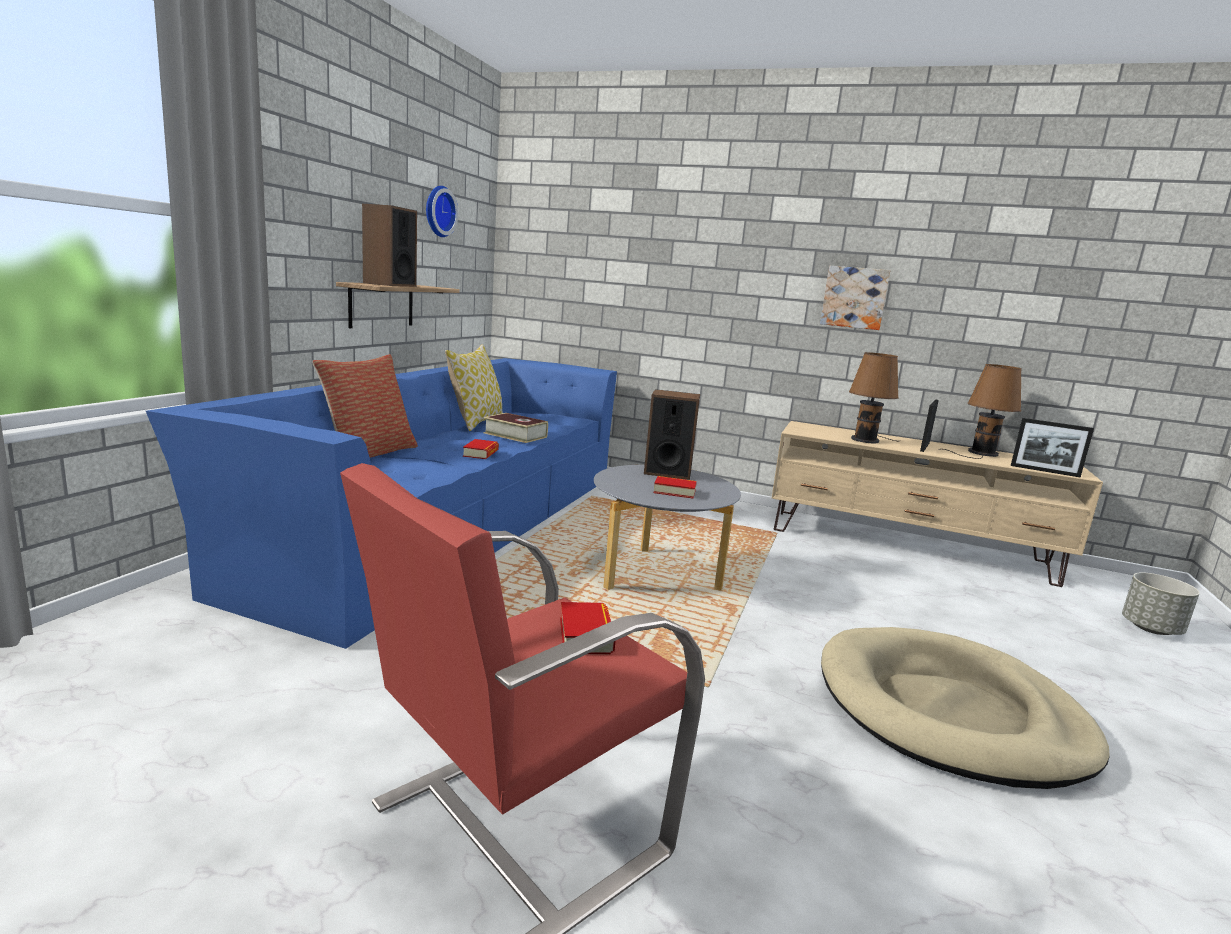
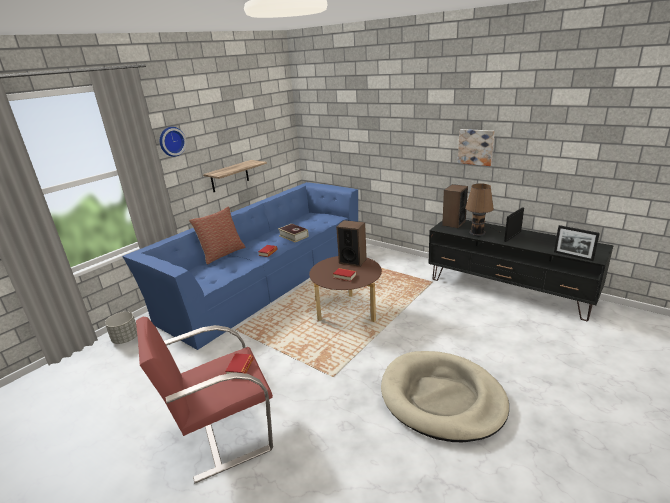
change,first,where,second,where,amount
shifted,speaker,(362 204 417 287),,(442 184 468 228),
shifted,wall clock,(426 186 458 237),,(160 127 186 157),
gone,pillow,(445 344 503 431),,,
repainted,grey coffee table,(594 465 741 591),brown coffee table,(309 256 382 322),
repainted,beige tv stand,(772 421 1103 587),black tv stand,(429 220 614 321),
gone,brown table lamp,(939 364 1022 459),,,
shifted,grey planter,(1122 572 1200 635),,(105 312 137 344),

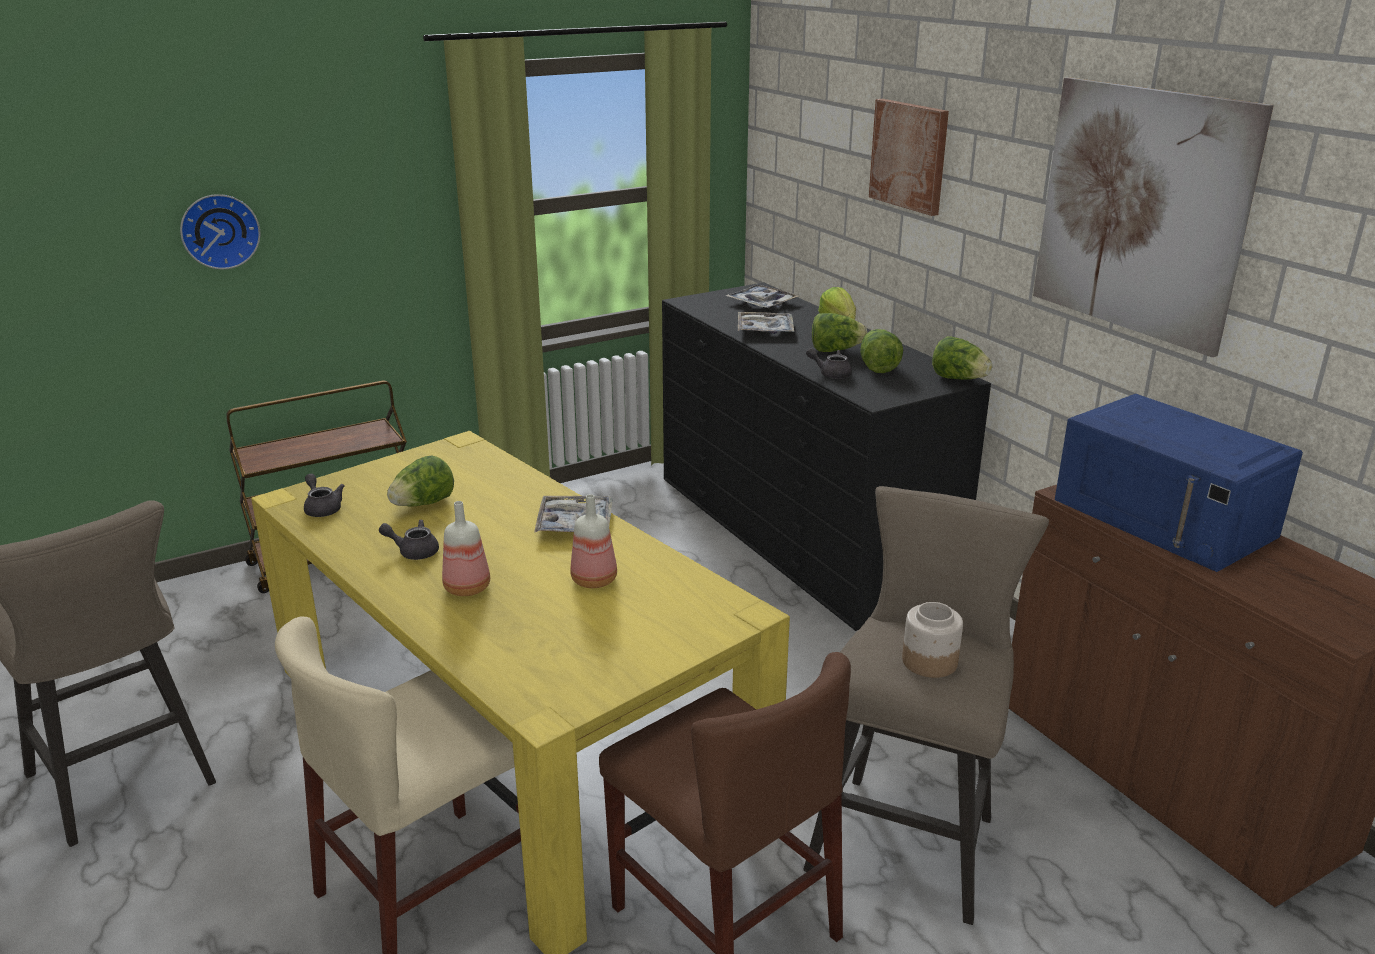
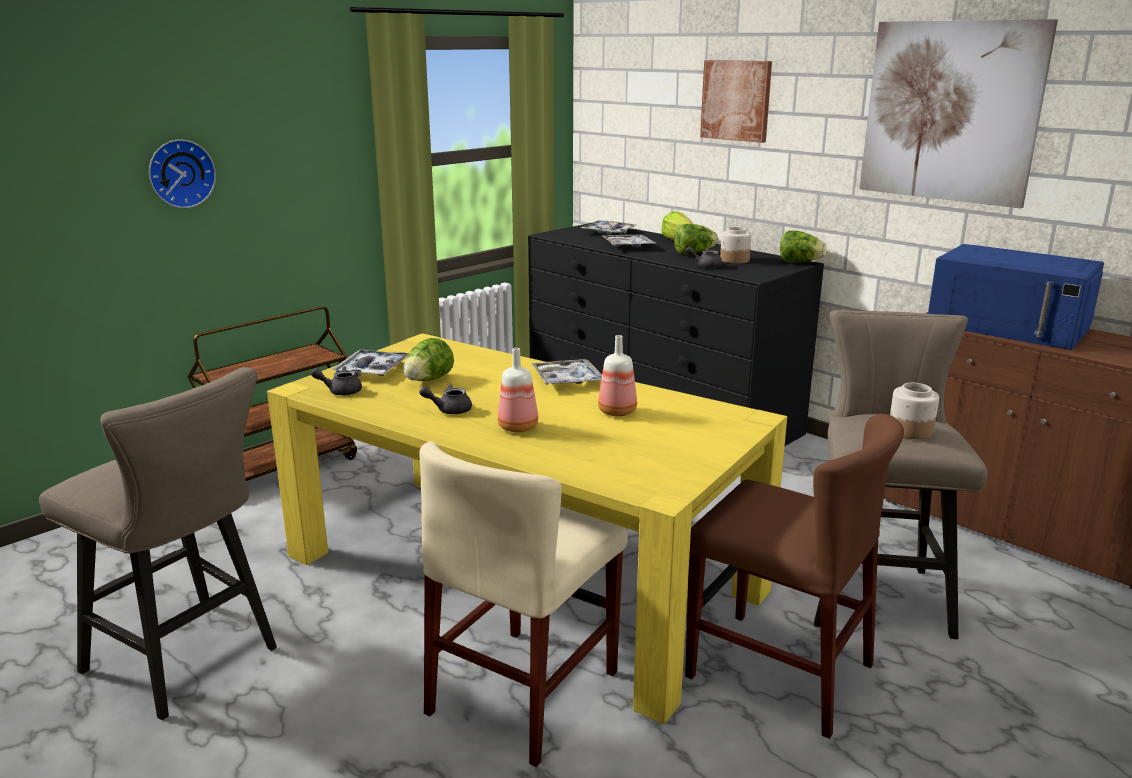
change,first,where,second,where,amount
rotated,grey teapot,(304 474 345 517),,(311 366 362 395),45 degrees counterclockwise
swapped,lettuce,(860 329 903 373),jar,(720 227 751 264),
new,,,tray,(331 349 409 377),

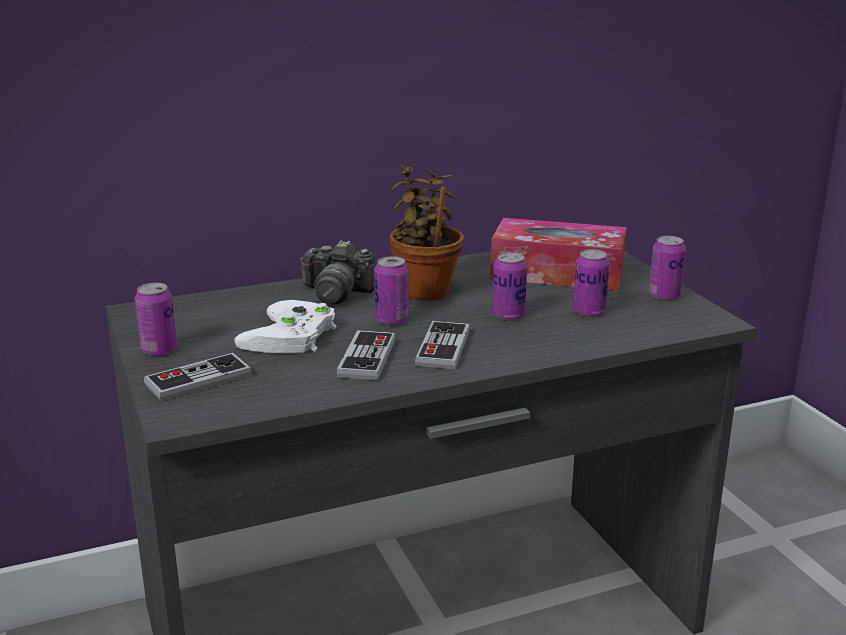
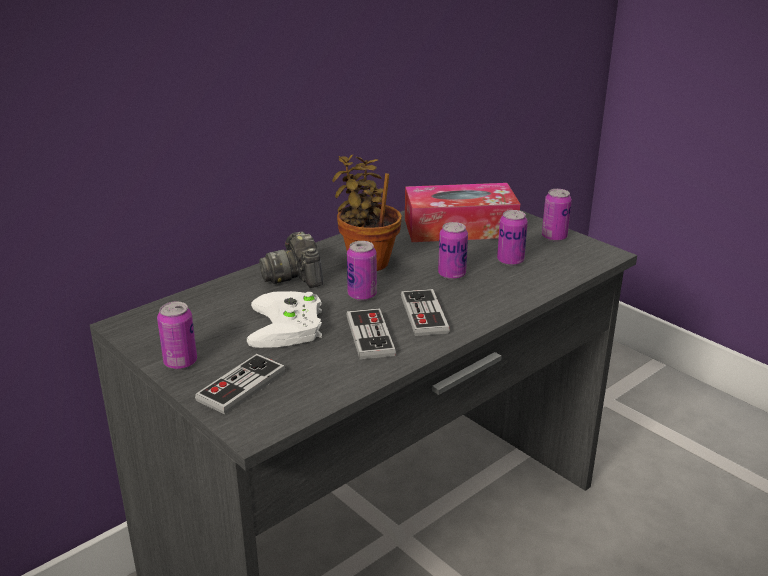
change,first,where,second,where,amount
rotated,photo camera,(300 240 376 304),,(259 231 323 288),75 degrees clockwise

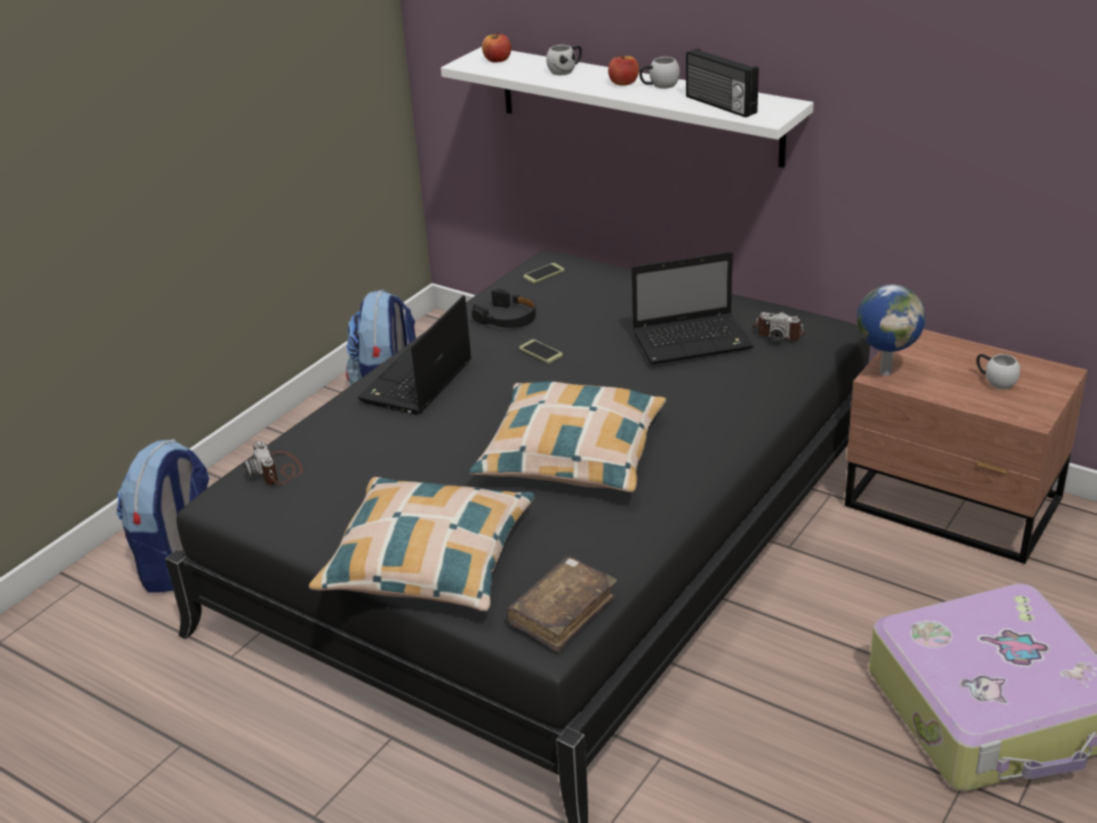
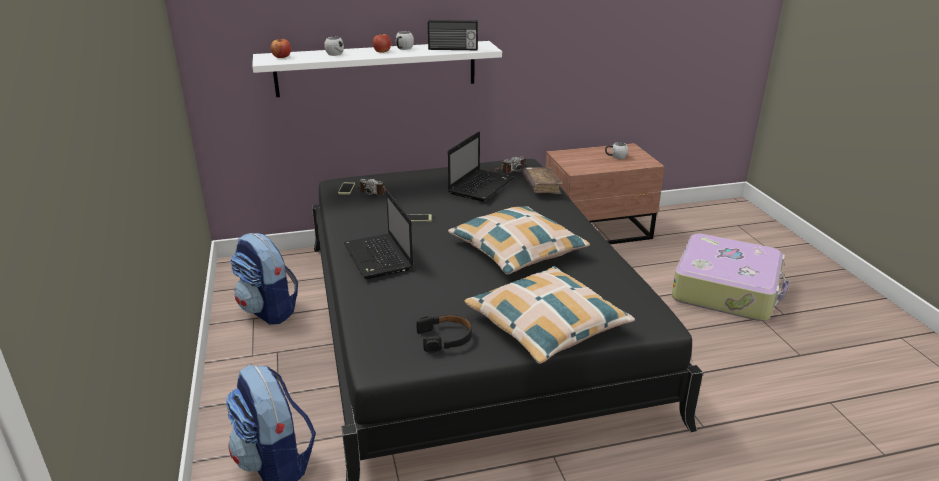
change,first,where,second,where,amount
shifted,photo camera,(244 441 303 485),,(358 179 387 195),
shifted,black headphones,(472 289 536 328),,(416 315 472 353),
shifted,brown book,(507 557 617 652),,(522 167 563 194),
gone,globe,(857 285 926 376),,,

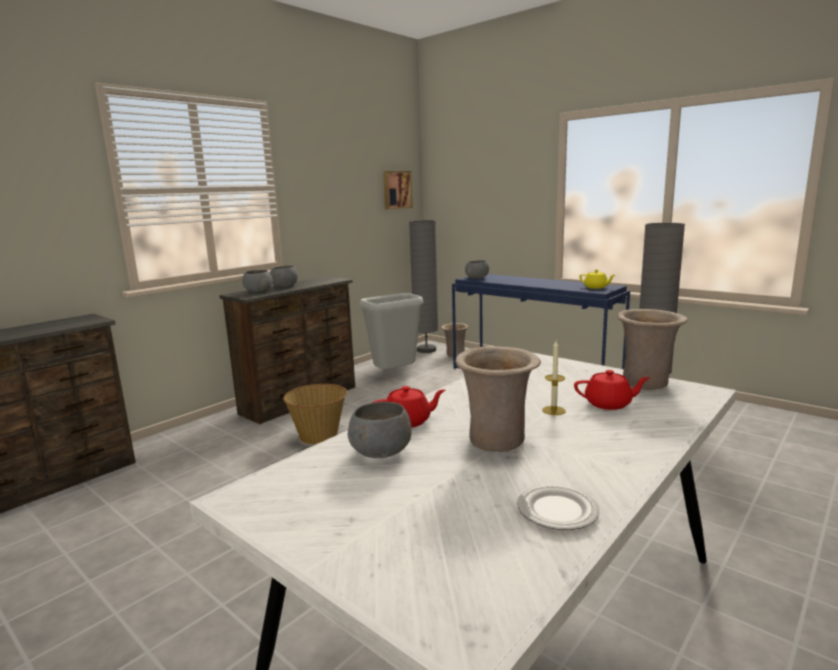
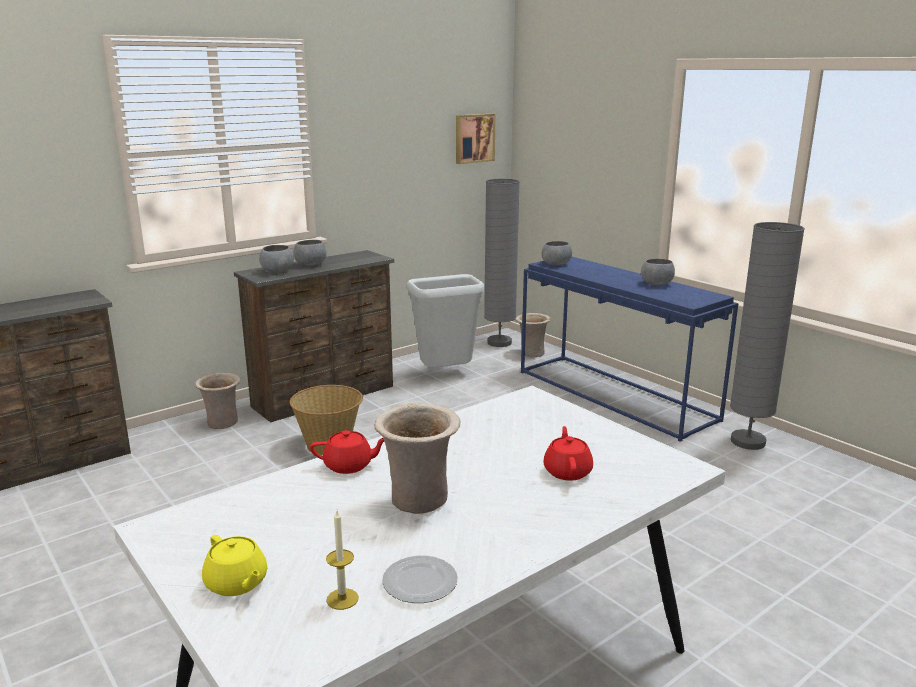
change,first,where,second,where,amount
shifted,grey bowl,(348 402 412 458),,(641 259 675 285),
shifted,candle,(542 341 566 415),,(326 510 359 610),
rotated,red teapot,(574 370 649 410),,(543 426 593 481),105 degrees counterclockwise
shifted,yellow teapot,(579 270 615 289),,(202 535 267 596),
shifted,beige vase,(617 309 688 390),,(195 373 241 429),

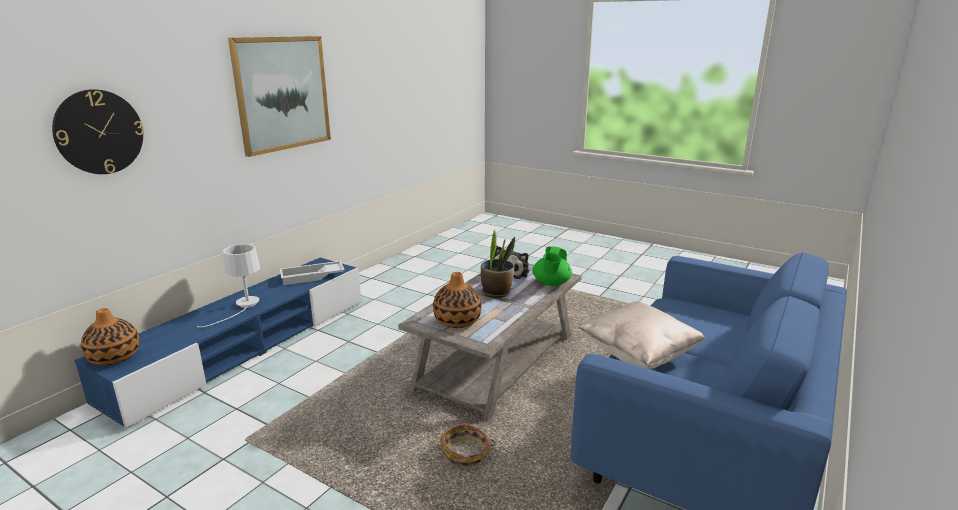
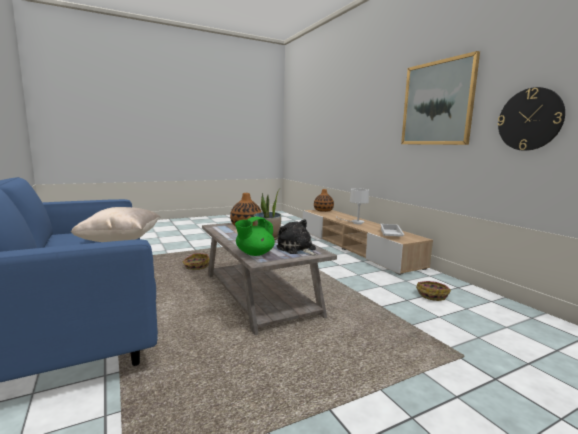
change,first,where,second,where,amount
shifted,wall clock,(52 89 144 174),,(497 87 565 151),
repainted,blue tv stand,(74 258 361 428),beige tv stand,(303 210 433 275),
rotated,green teapot,(532 247 572 286),,(235 217 275 256),90 degrees counterclockwise
new,,,basket,(416 281 451 301),

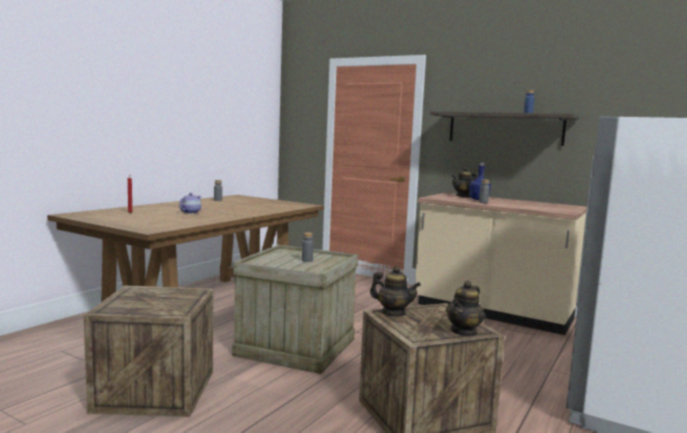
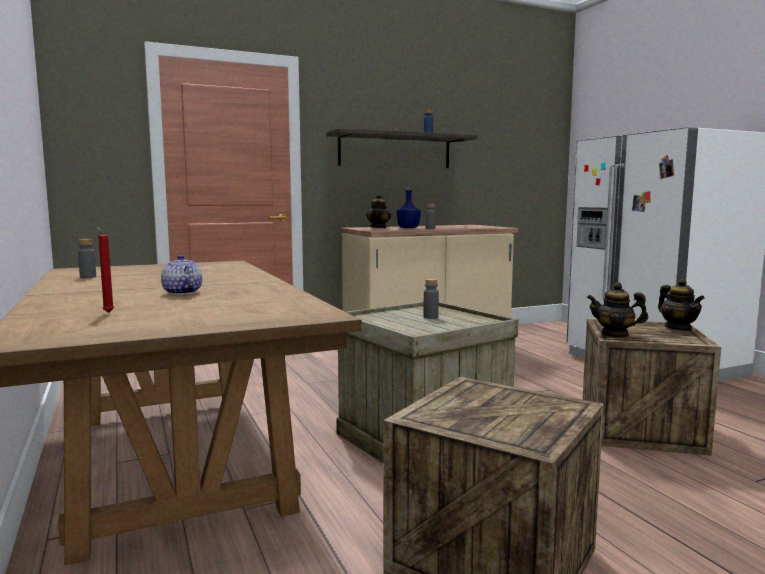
change,first,where,second,where,amount
rotated,teapot,(370 266 421 316),,(587 282 648 338),135 degrees counterclockwise

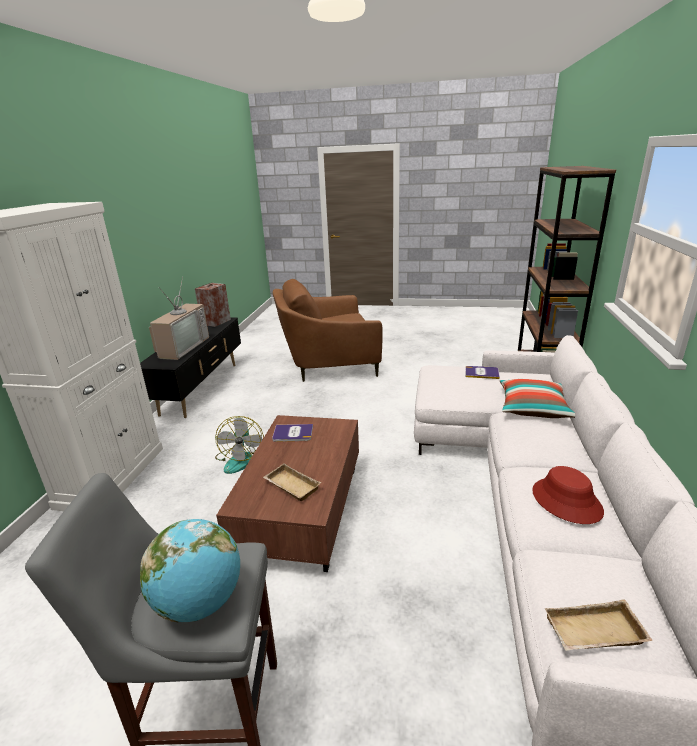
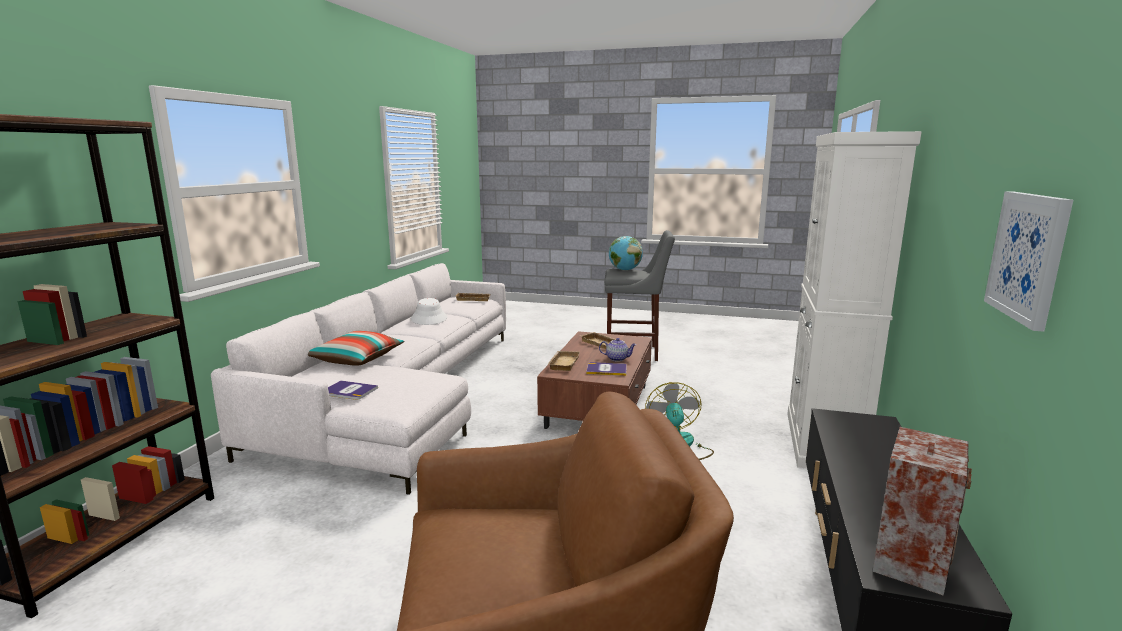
change,first,where,second,where,amount
gone,television,(149 277 209 360),,,
repainted,red hat,(532 466 604 524),white hat,(411 298 447 325),
new,,,beige tray,(548 351 580 371),
new,,,teapot,(599 338 636 362),
new,,,picture,(984 191 1073 331),

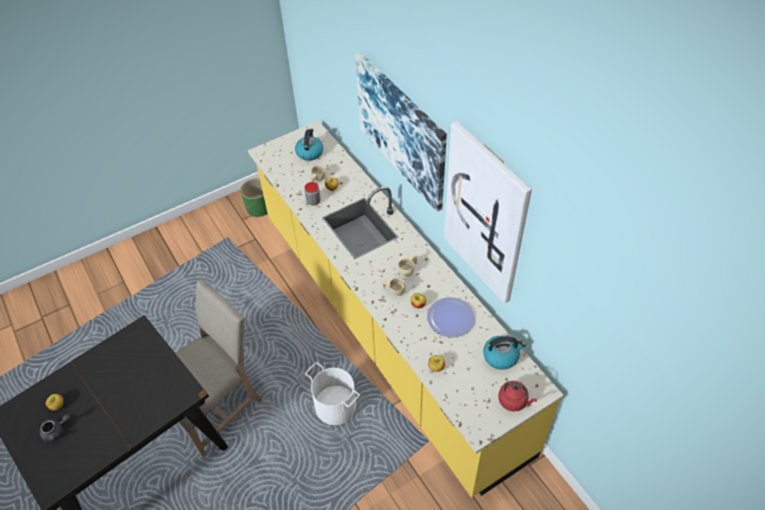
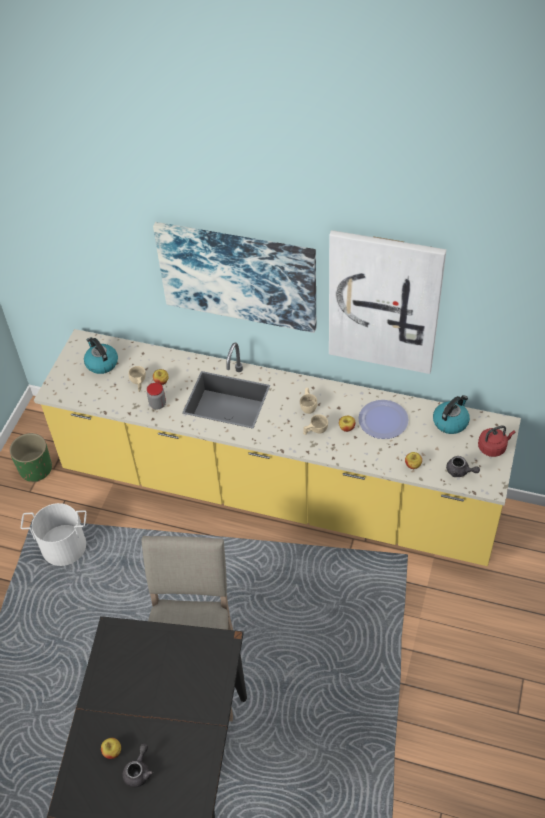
change,first,where,second,where,amount
shifted,white bucket,(305 362 360 425),,(21 503 86 566),
new,,,grey teapot,(446 456 480 477),

